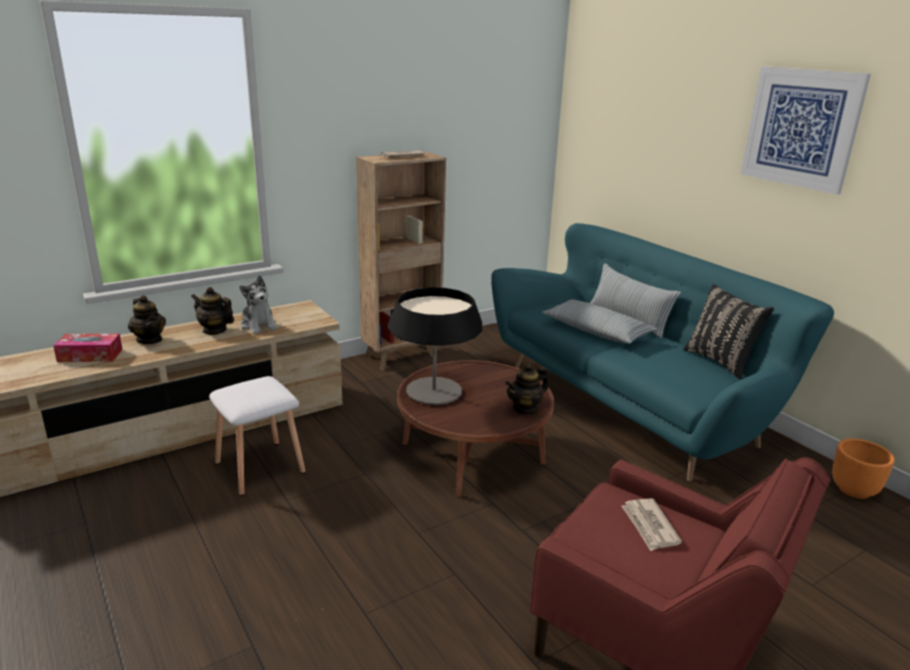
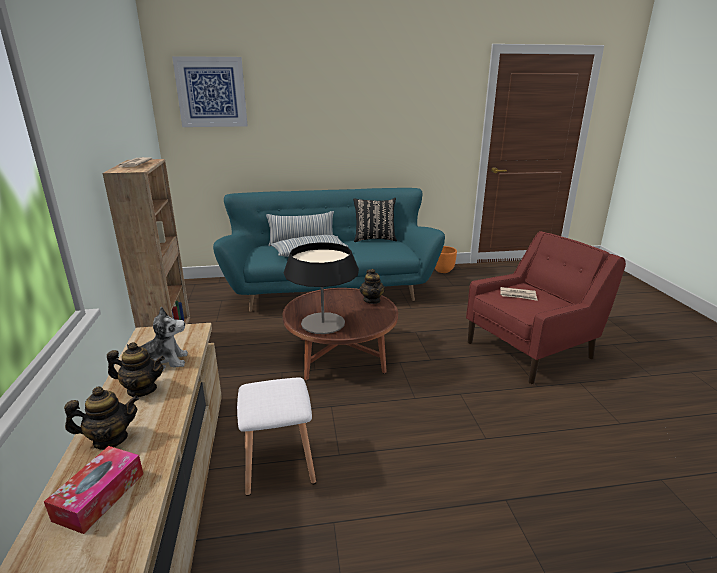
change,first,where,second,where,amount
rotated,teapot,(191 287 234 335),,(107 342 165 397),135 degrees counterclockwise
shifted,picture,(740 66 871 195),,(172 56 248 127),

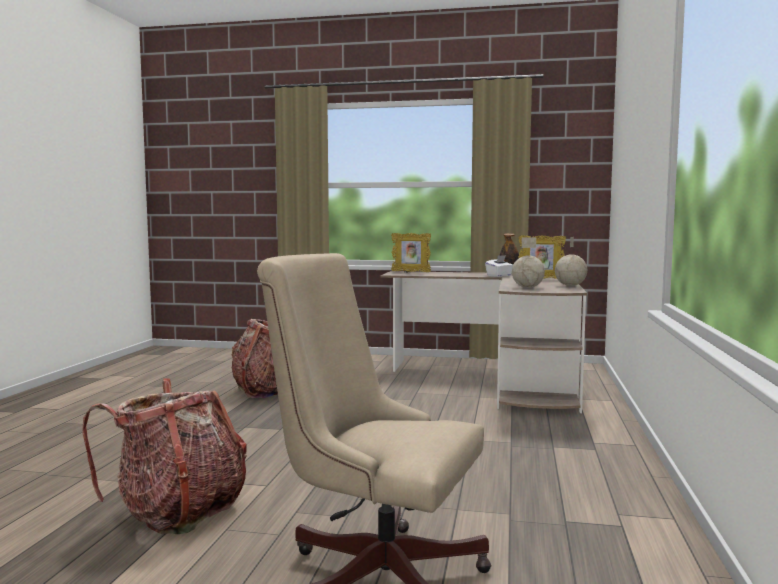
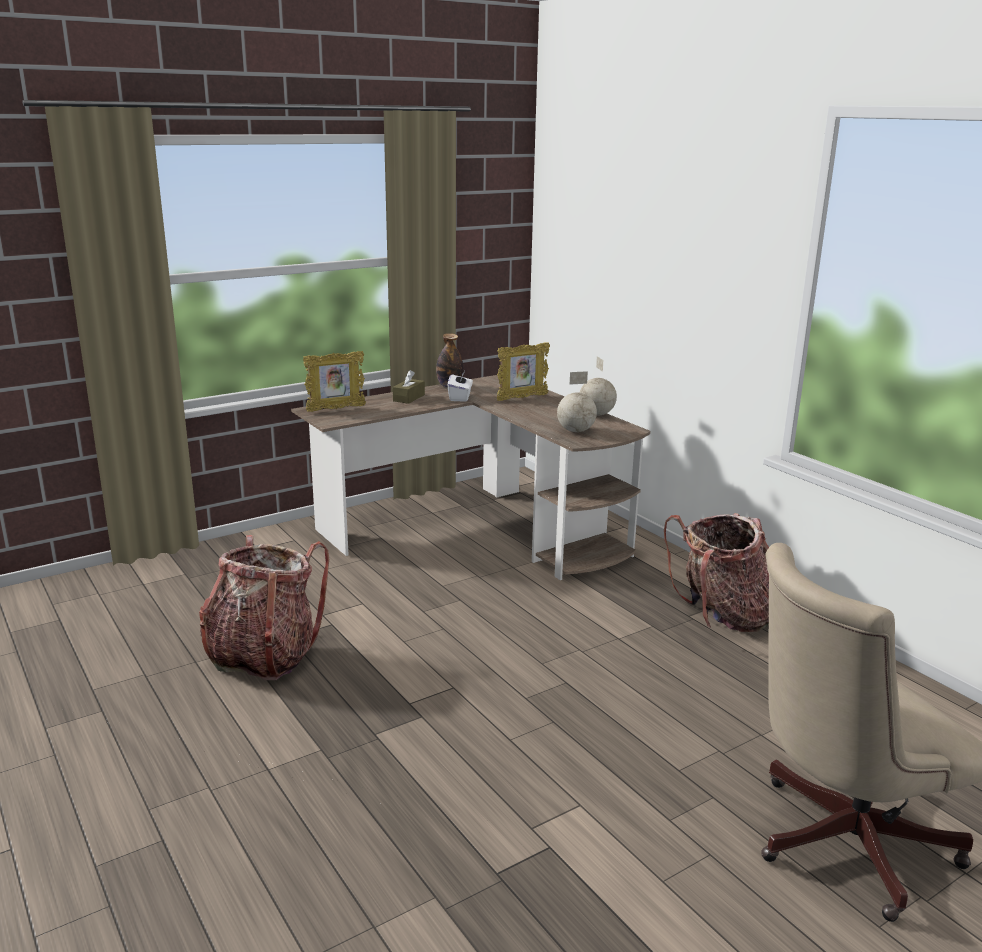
change,first,where,second,where,amount
shifted,backpack,(82 378 247 534),,(664 513 769 632),
new,,,brown tissue box,(393 370 425 404),

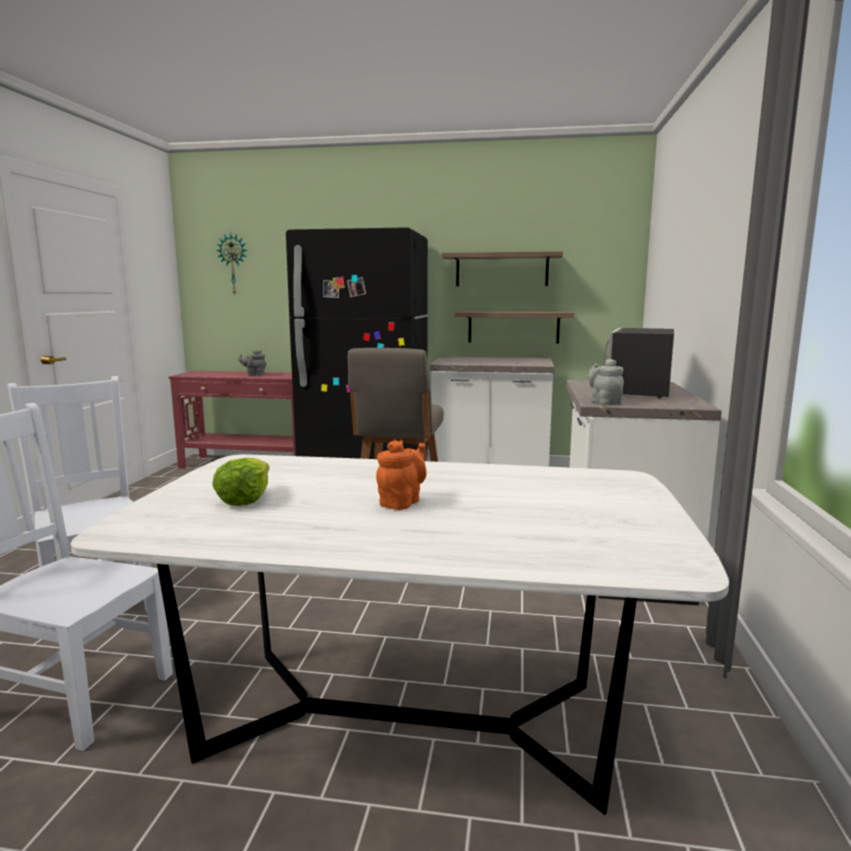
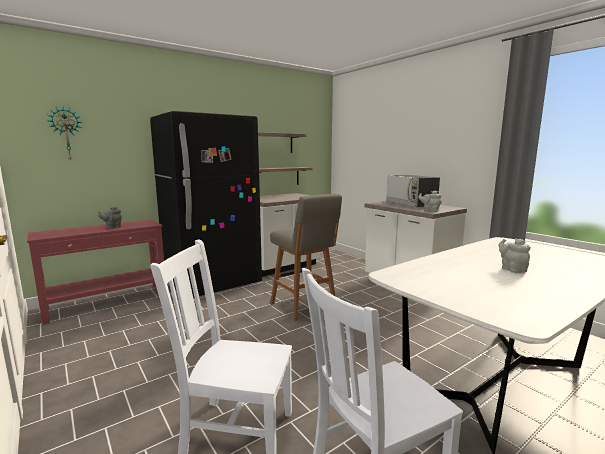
change,first,where,second,where,amount
gone,lettuce,(212 458 269 506),,,
repainted,orange teapot,(376 440 426 510),grey teapot,(499 238 531 273),

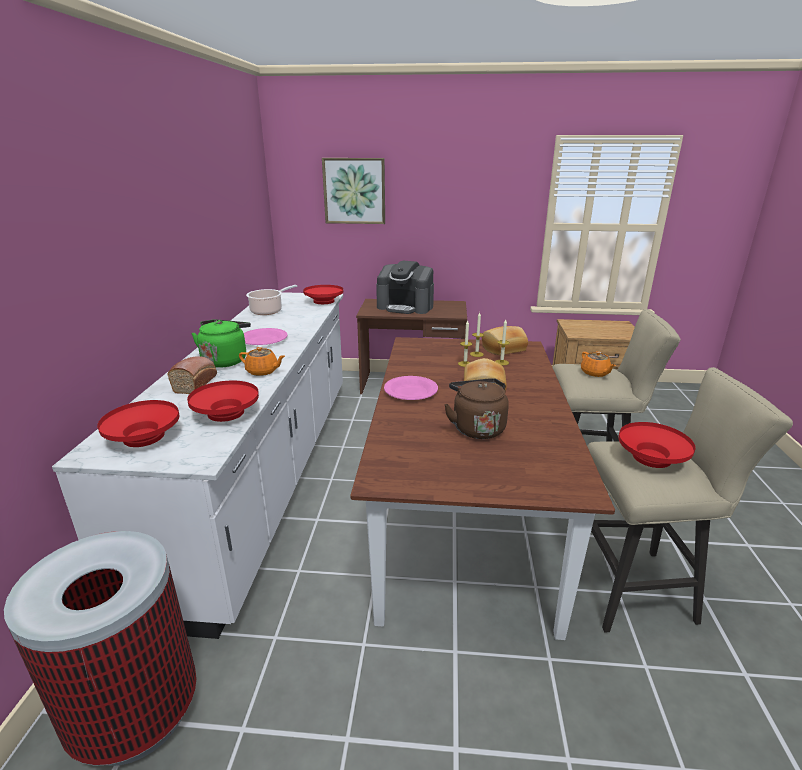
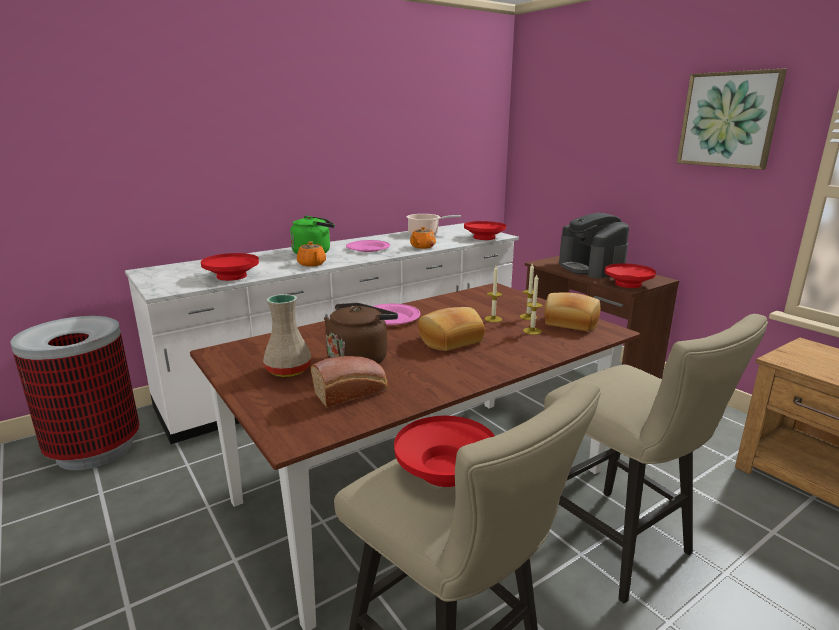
change,first,where,second,where,amount
shifted,red bowl,(97 400 179 447),,(605 263 656 288),
shifted,bread,(167 356 217 394),,(311 356 388 408),
shifted,picture,(322 158 385 224),,(677 69 787 170),
shifted,orange teapot,(581 351 616 377),,(410 227 436 249),
new,,,beige vase,(263 294 311 377),

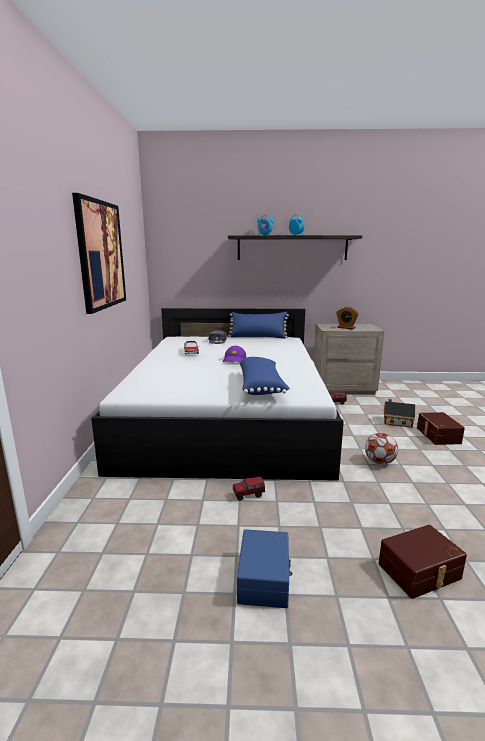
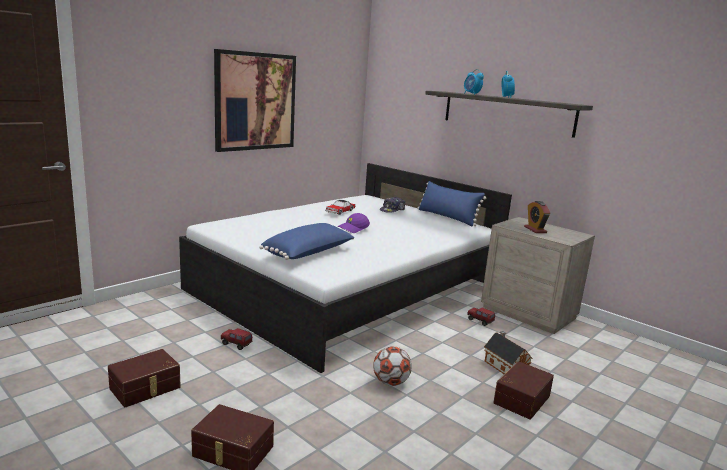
change,first,where,second,where,amount
repainted,blue storage box,(237 529 292 608),brown storage box,(108 349 181 407),

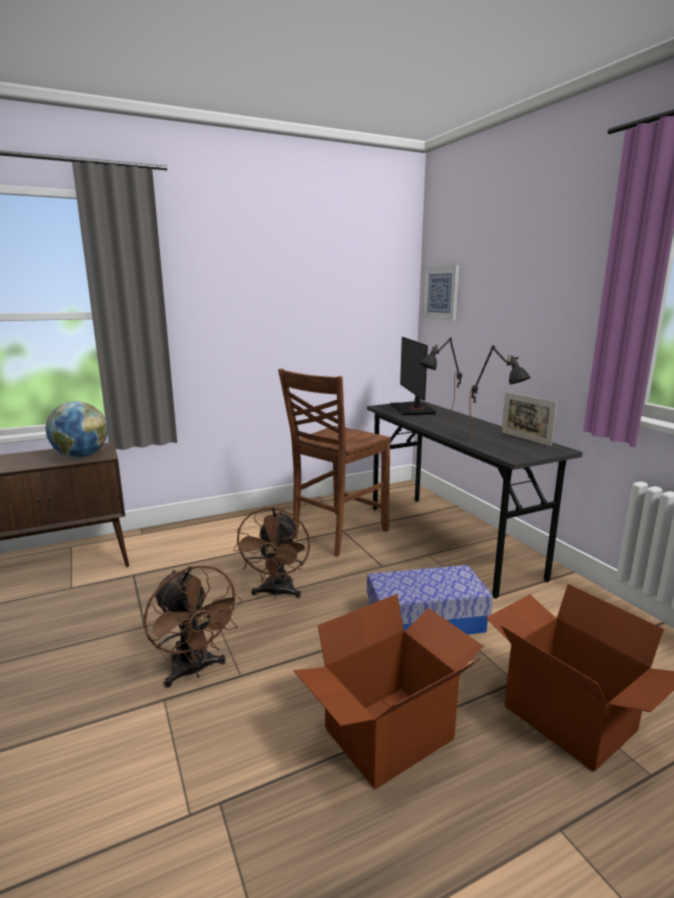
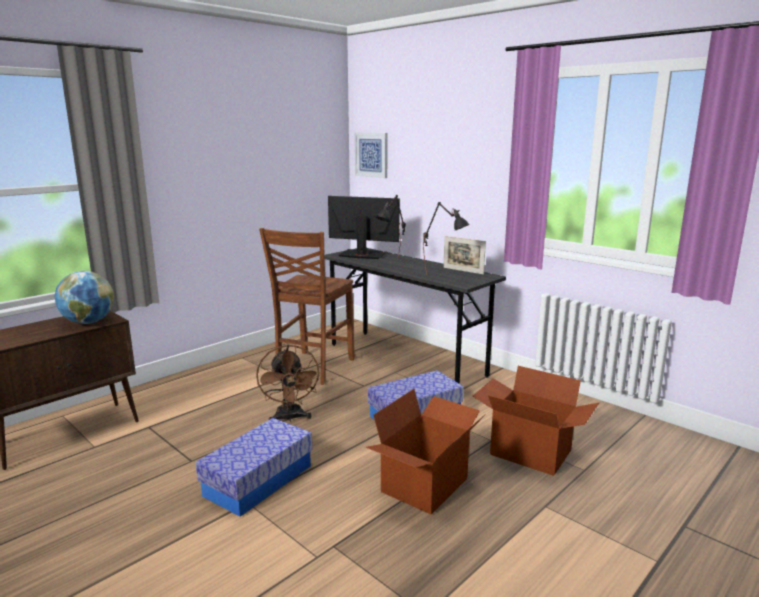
change,first,where,second,where,amount
swapped,brown fan,(144 565 243 688),storage box,(196 418 312 517),
rotated,monitor,(390 337 436 415),,(328 196 400 259),135 degrees clockwise

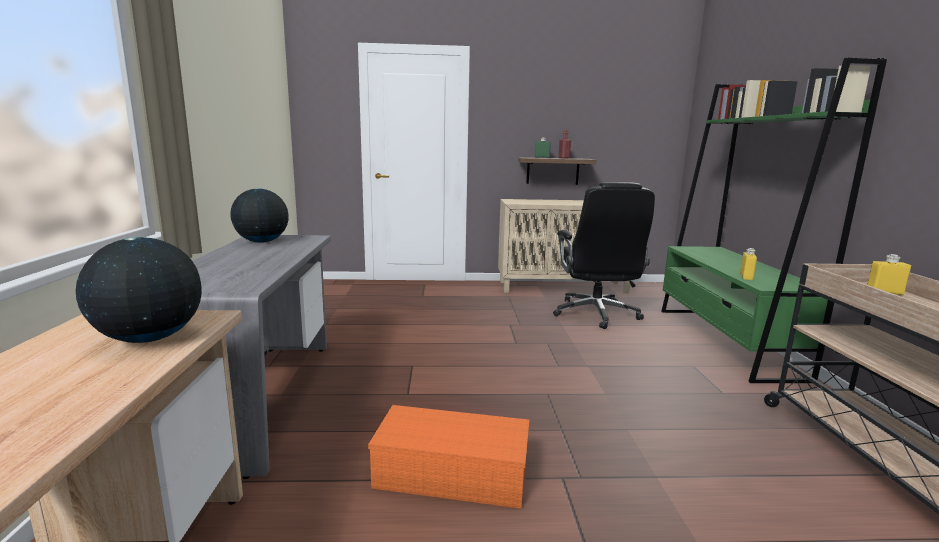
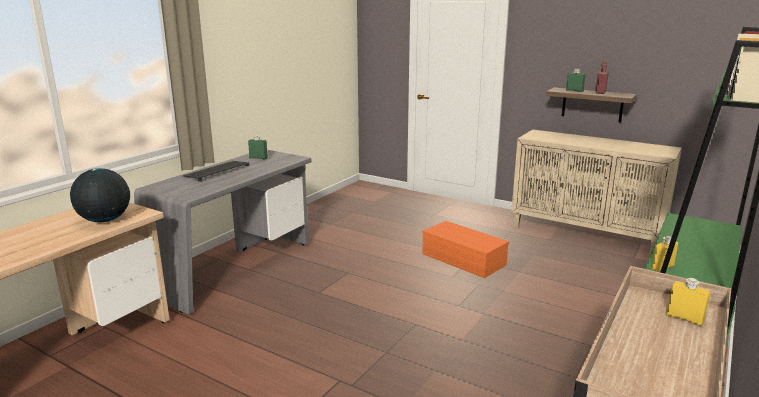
change,first,where,second,where,amount
swapped,globe,(230 189 289 243),green bottle,(248 135 268 160),
shifted,orange storage box,(368 405 529 509),,(422 221 509 278),
gone,black office chair,(553 182 655 329),,,
new,,,keyboard,(183 161 249 181),

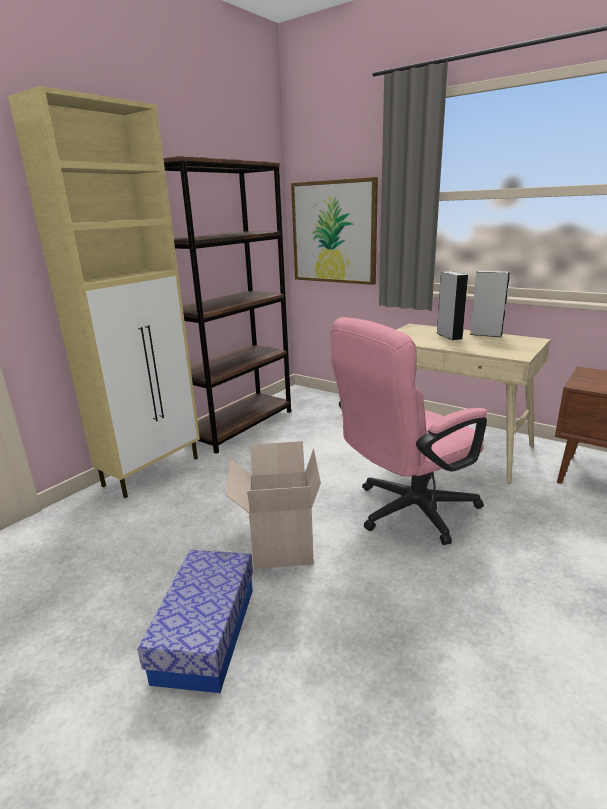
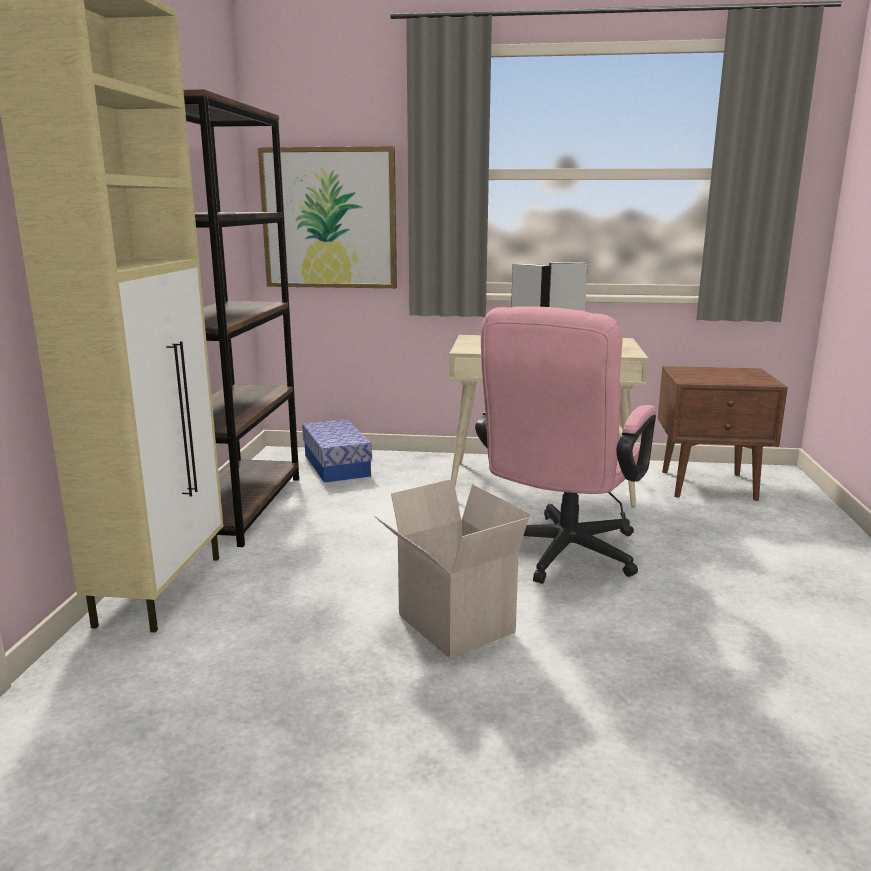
change,first,where,second,where,amount
shifted,storage box,(137 550 253 693),,(302 419 372 483),

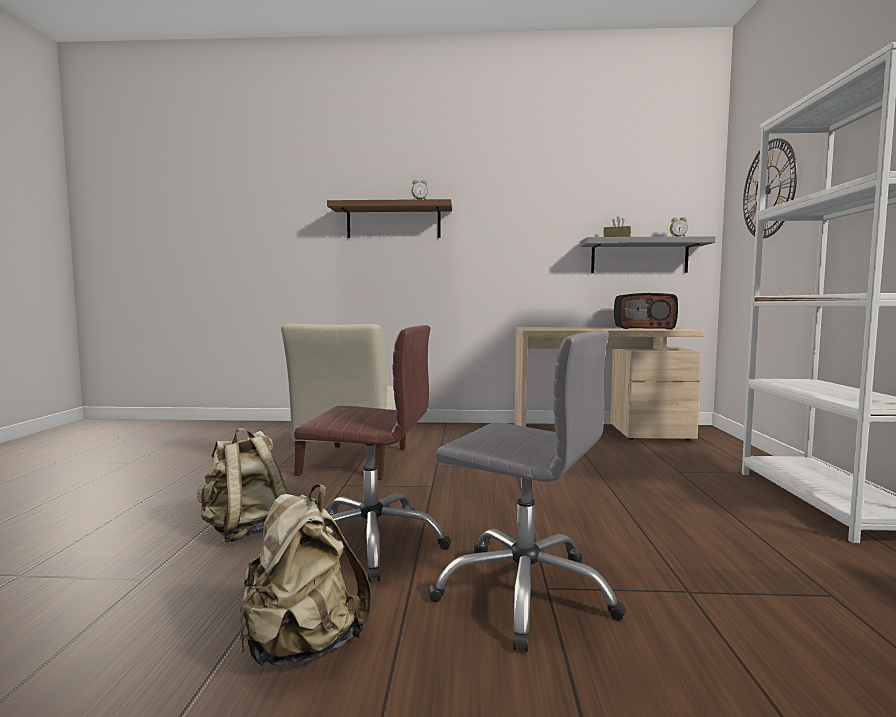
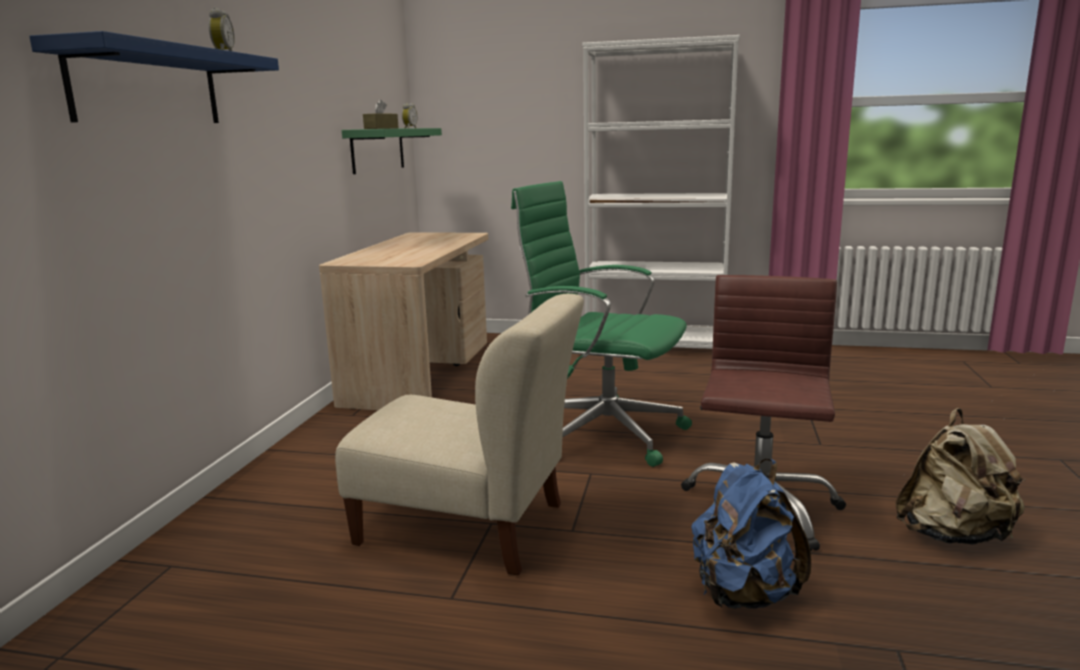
change,first,where,second,where,amount
repainted,beige backpack,(197 428 289 543),blue backpack,(691 459 811 609),
repainted,brown shelf,(327 199 452 238),blue shelf,(29 31 279 123),
gone,grey office chair,(428 331 626 652),,,
repainted,grey shelf,(580 236 716 273),green shelf,(342 128 442 174),
gone,radio,(614 293 678 329),,,
gone,wall clock,(743 138 797 239),,,
new,,,green office chair,(511 181 692 467),

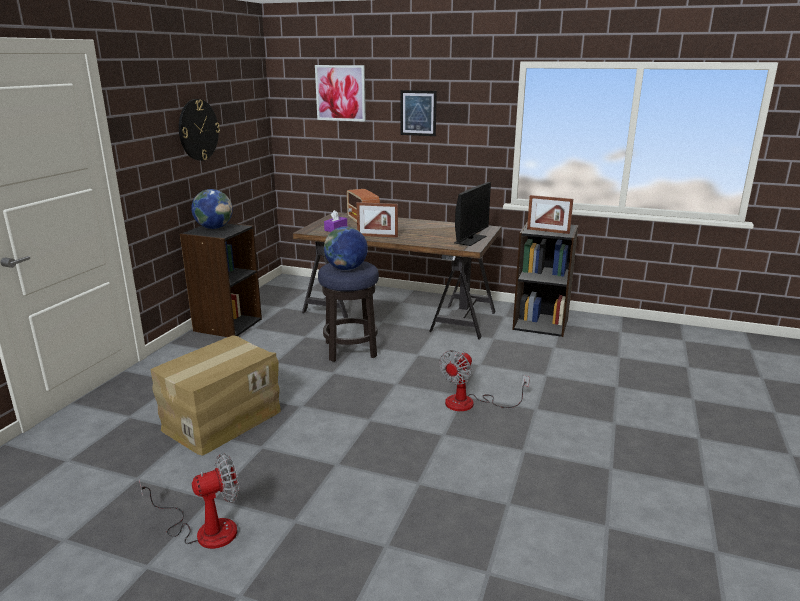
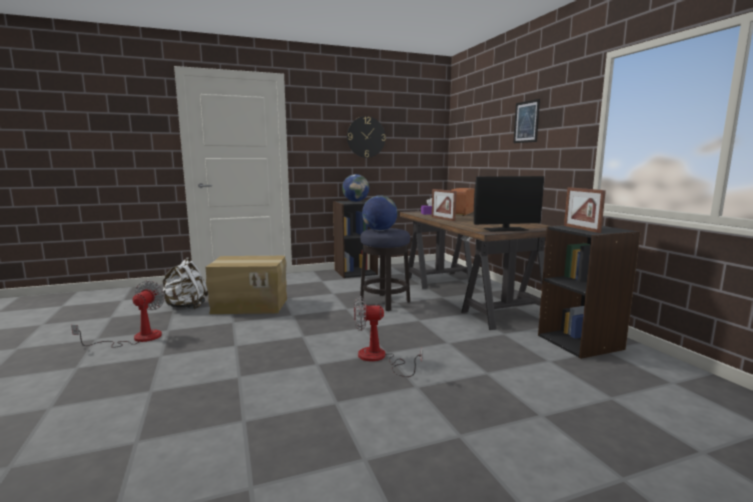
change,first,where,second,where,amount
rotated,fan,(139 453 239 549),,(71 280 165 348),105 degrees counterclockwise
gone,picture,(315 65 366 122),,,
new,,,white backpack,(163 257 208 309),

